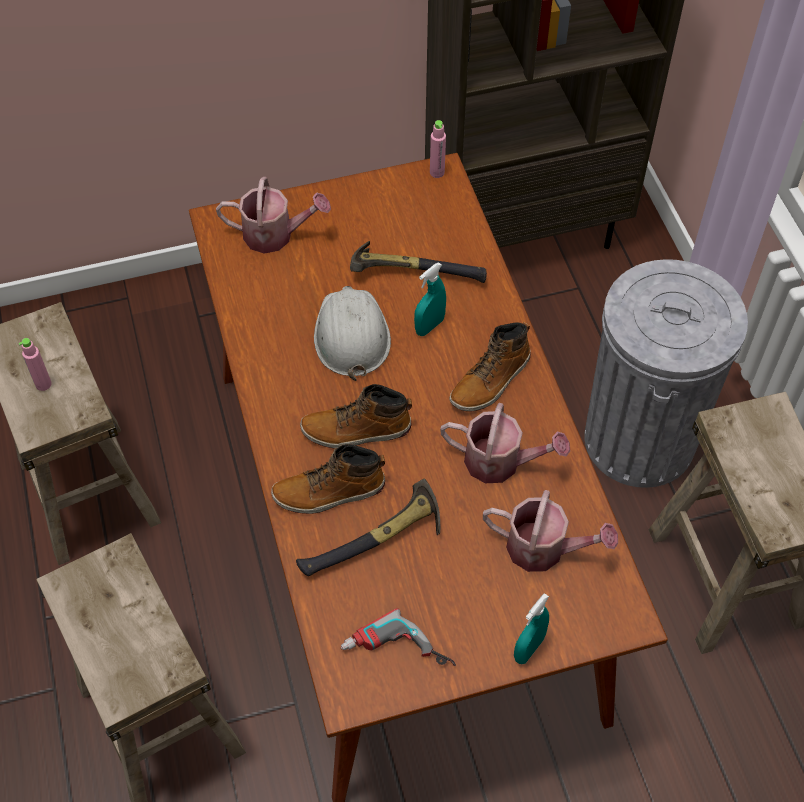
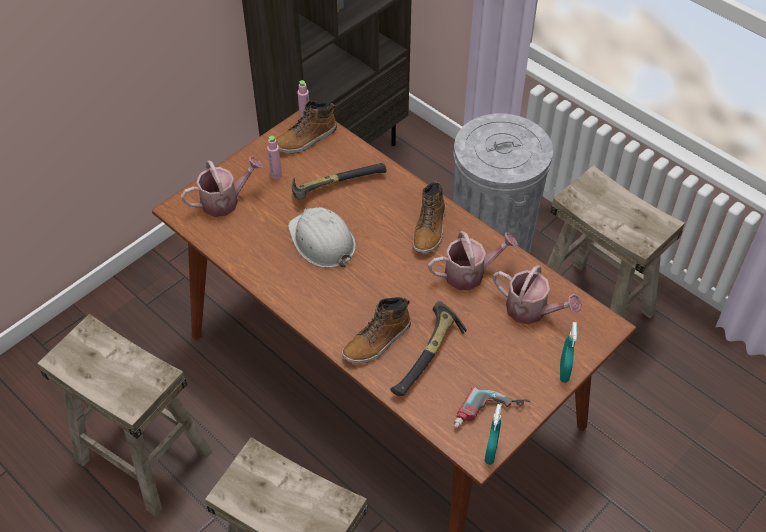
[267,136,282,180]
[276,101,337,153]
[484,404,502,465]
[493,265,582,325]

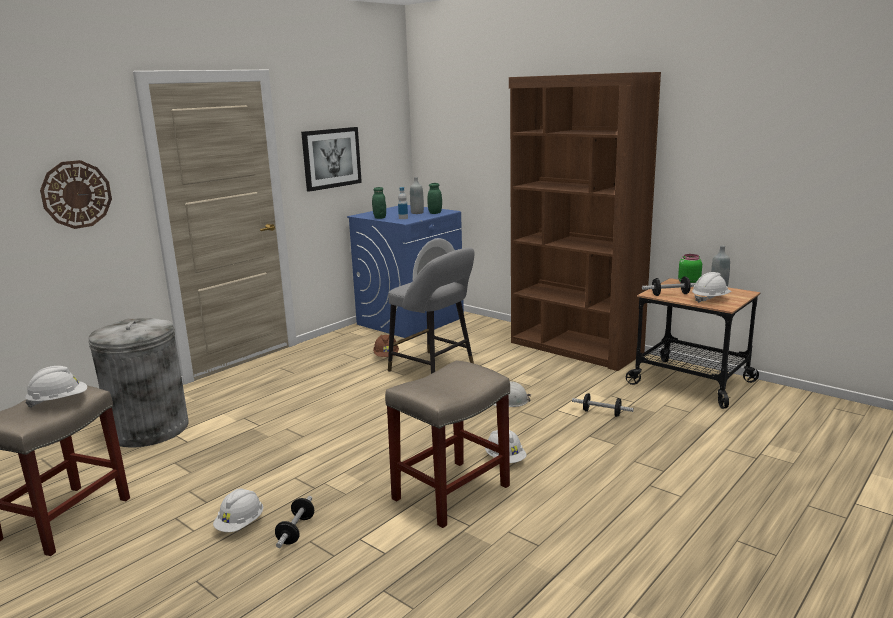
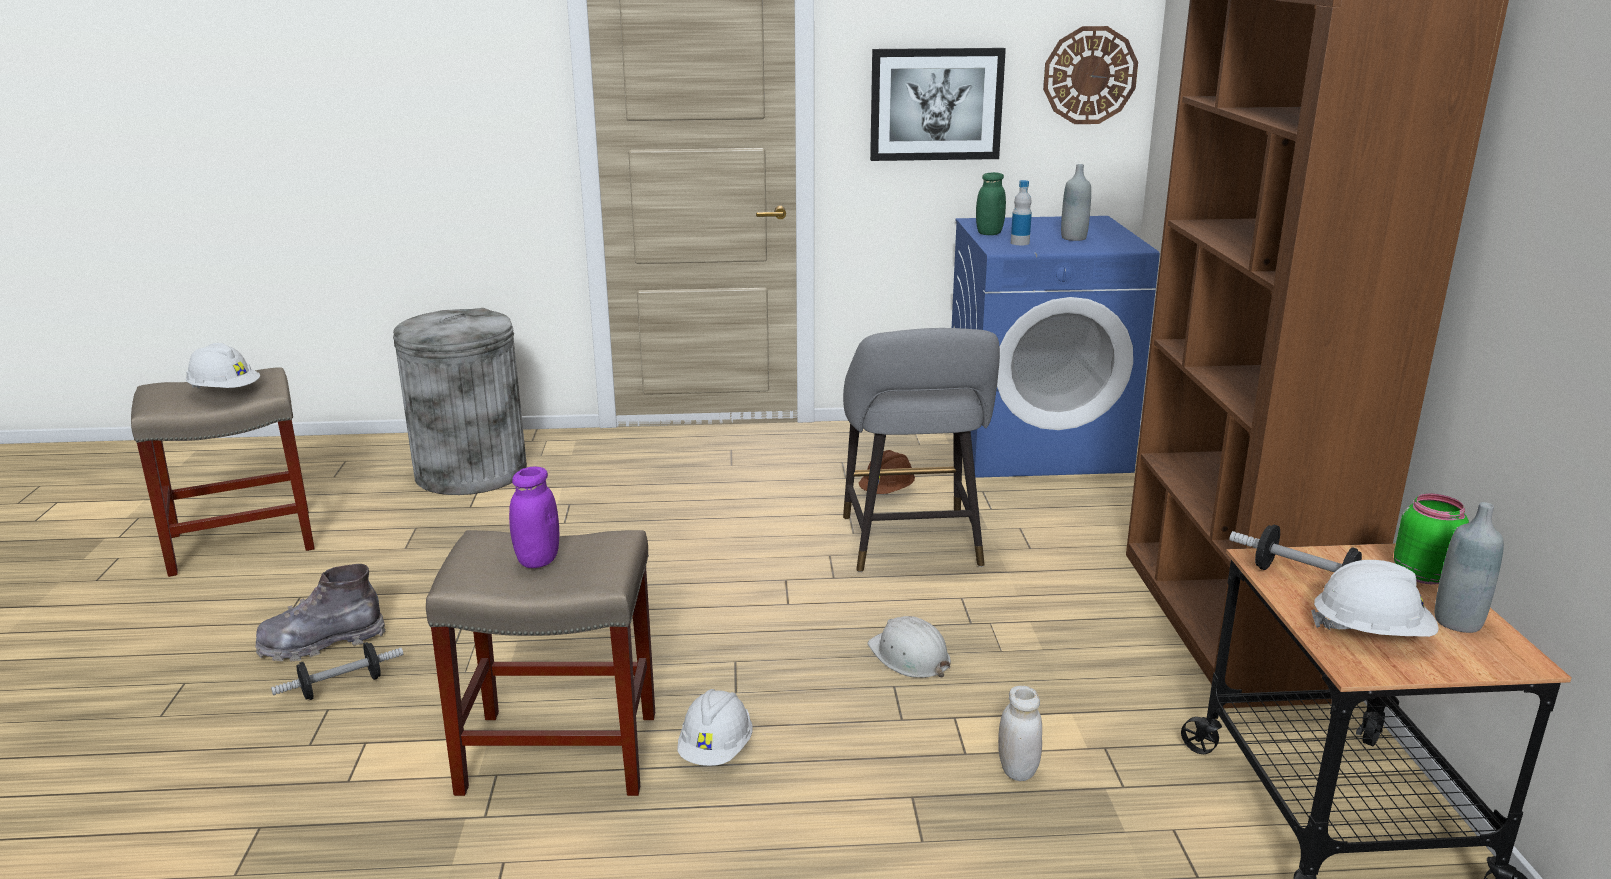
[255,564,385,662]
[509,467,559,568]
[998,686,1042,781]
[1043,26,1138,124]
[427,183,442,214] (first image)

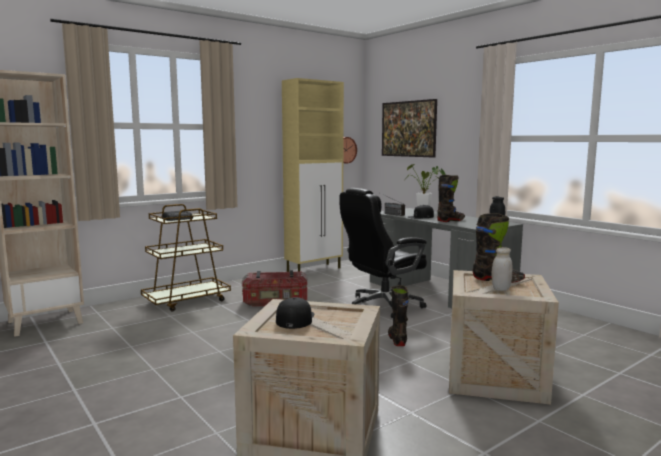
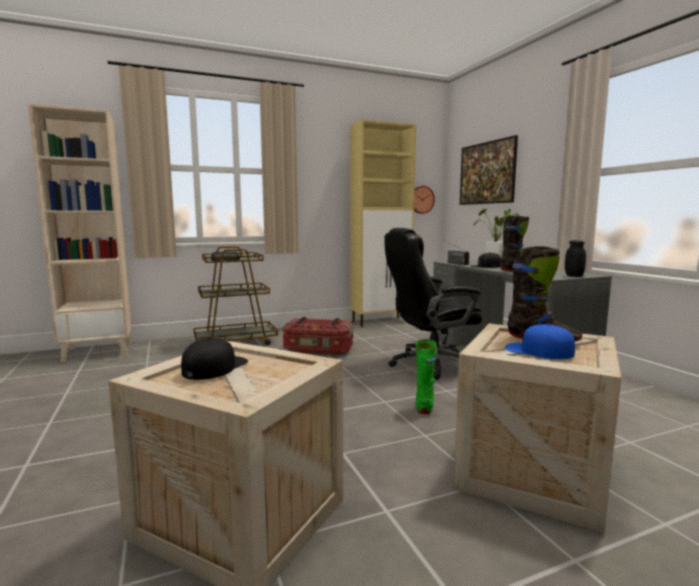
[416,340,437,414]
[505,324,575,359]

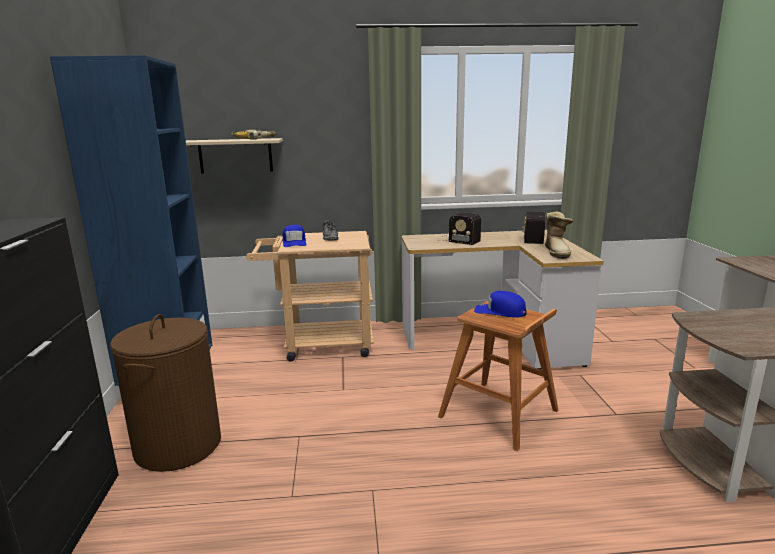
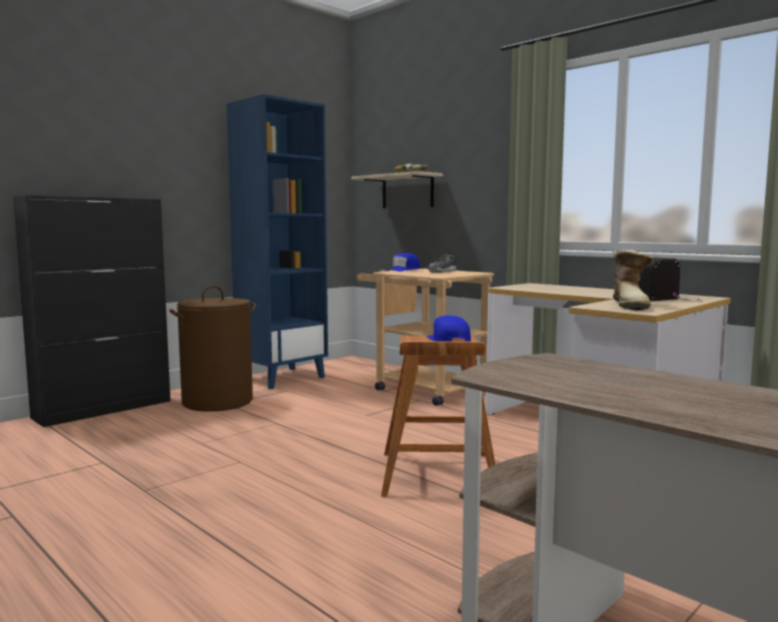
[613,250,653,310]
[437,212,481,245] (first image)

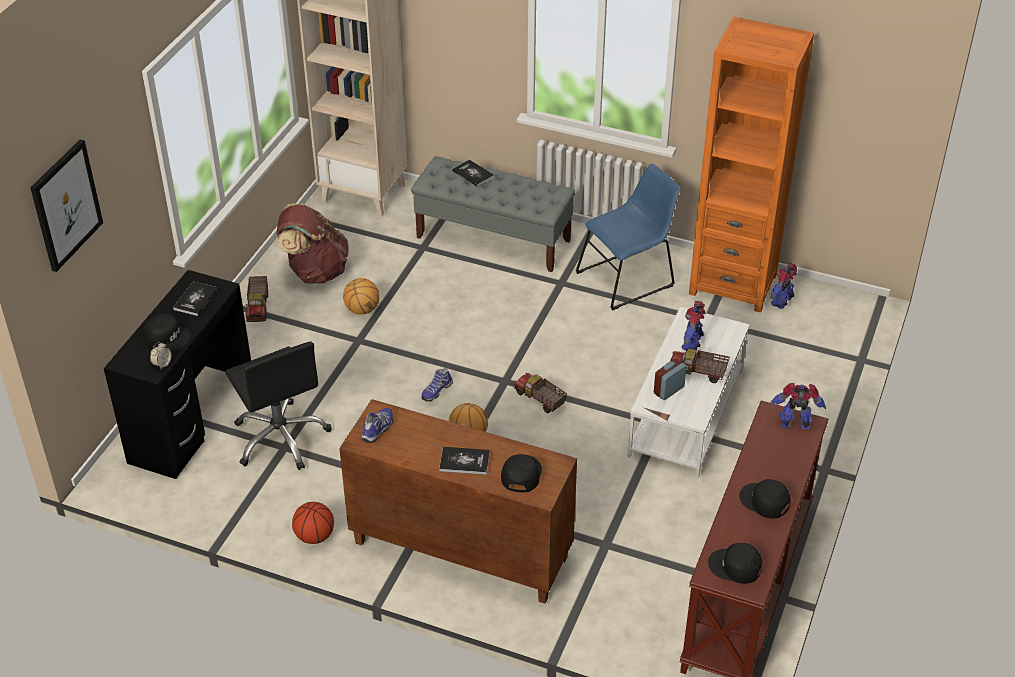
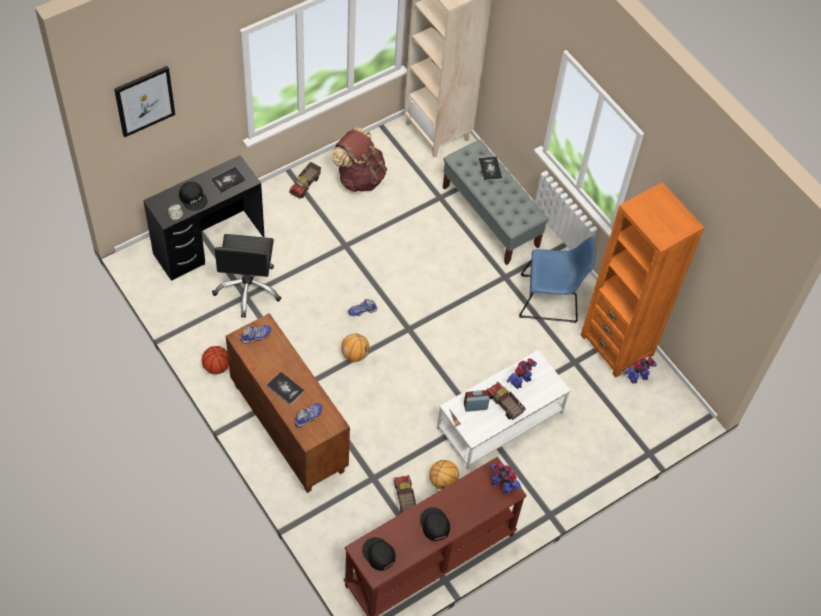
[294,403,322,427]
[394,475,416,513]
[429,460,459,490]

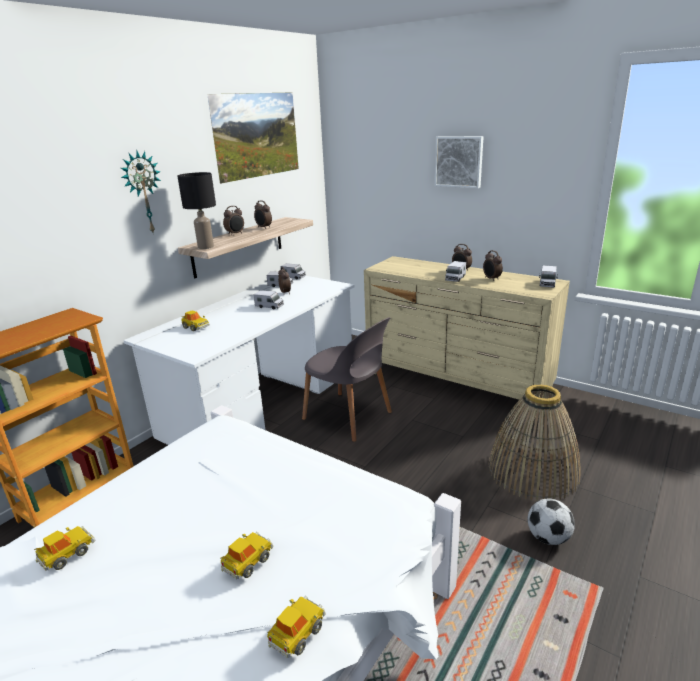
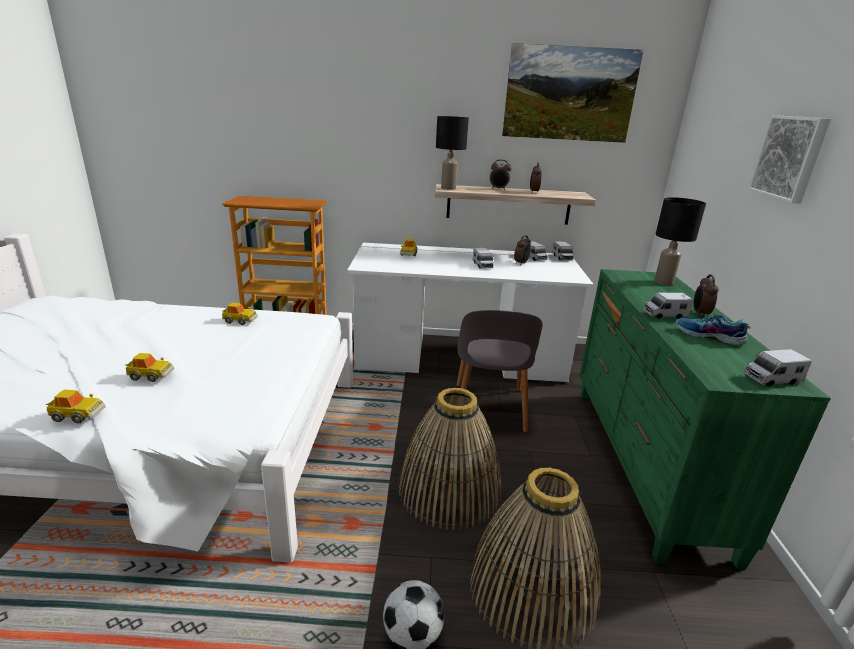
[222,303,258,325]
[398,388,501,530]
[579,269,831,569]
[654,197,706,285]
[676,314,751,346]
[121,151,161,232] (first image)

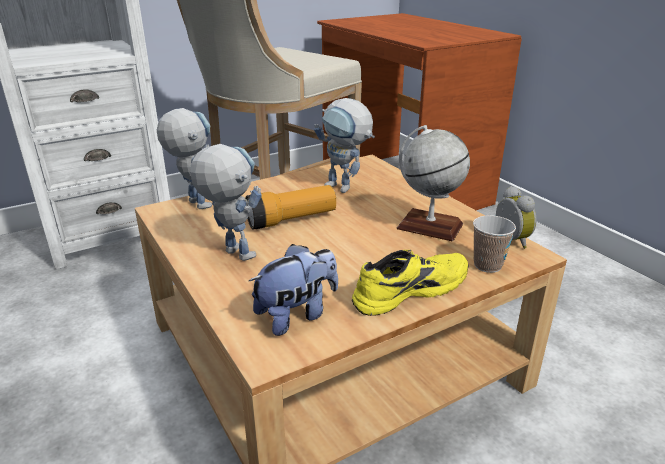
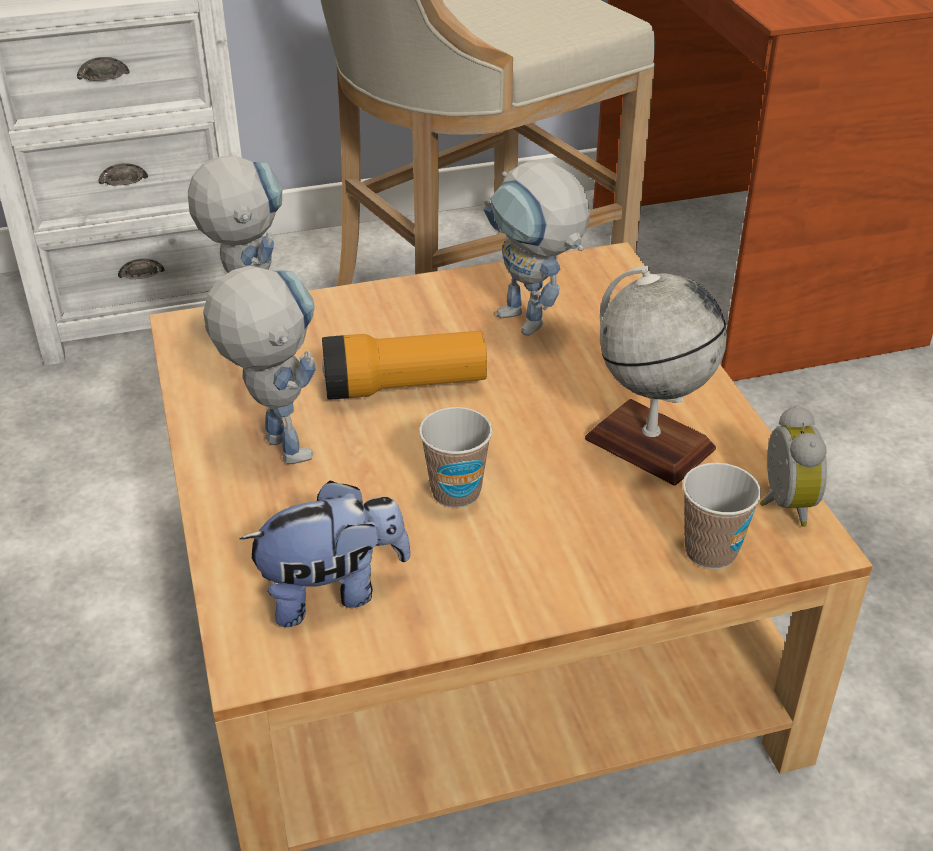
[419,407,493,508]
[352,250,468,316] (first image)

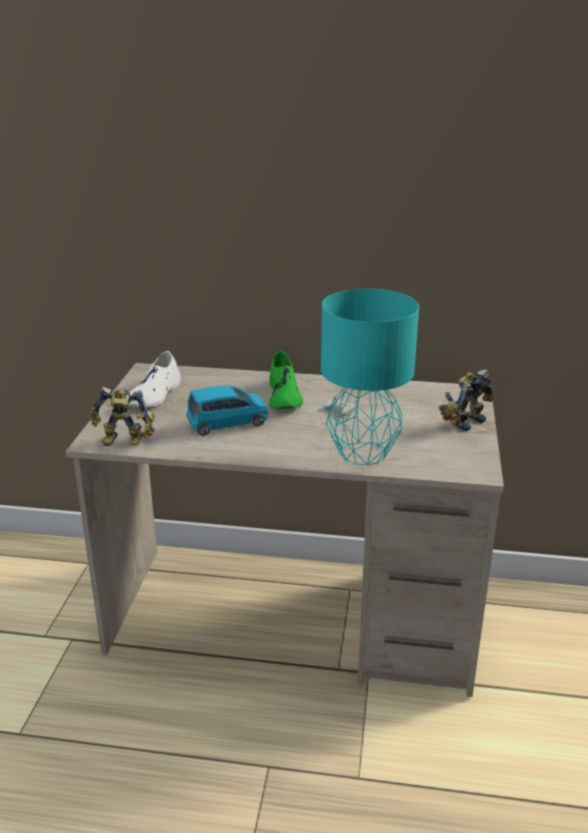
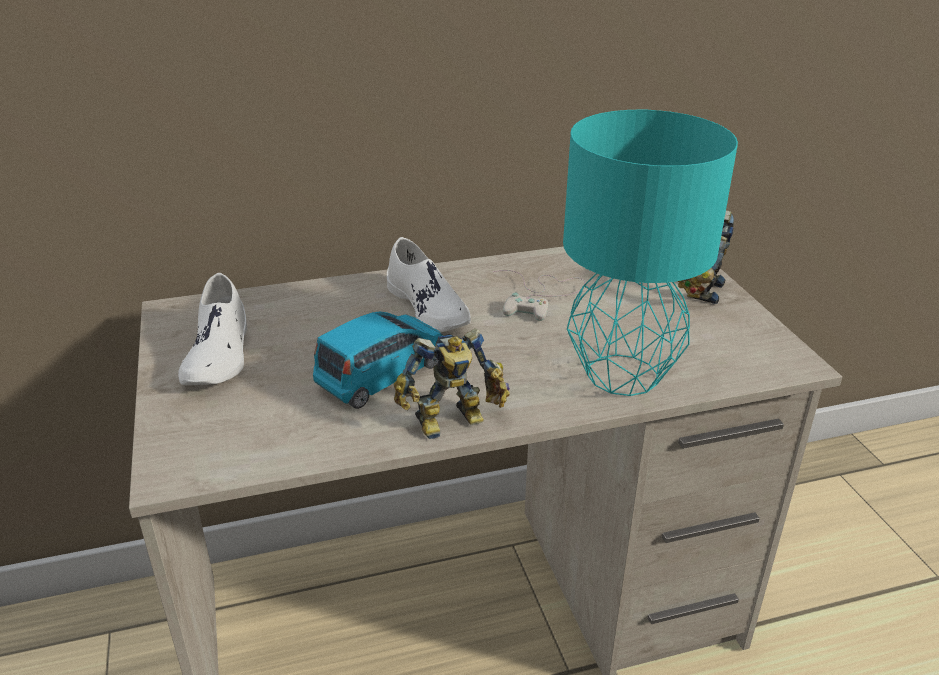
[387,237,471,332]
[394,328,510,439]

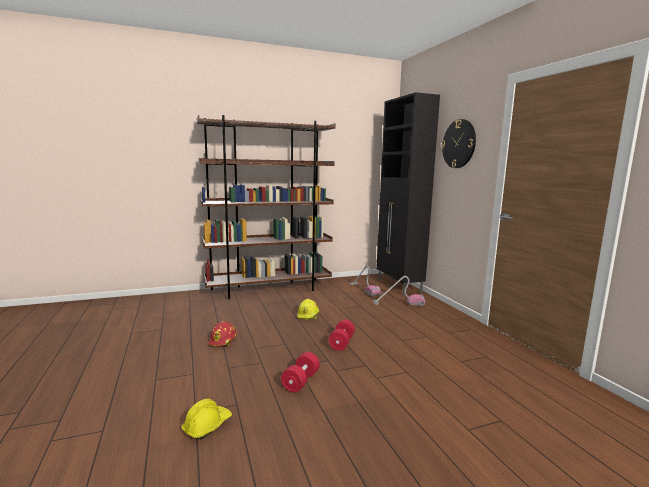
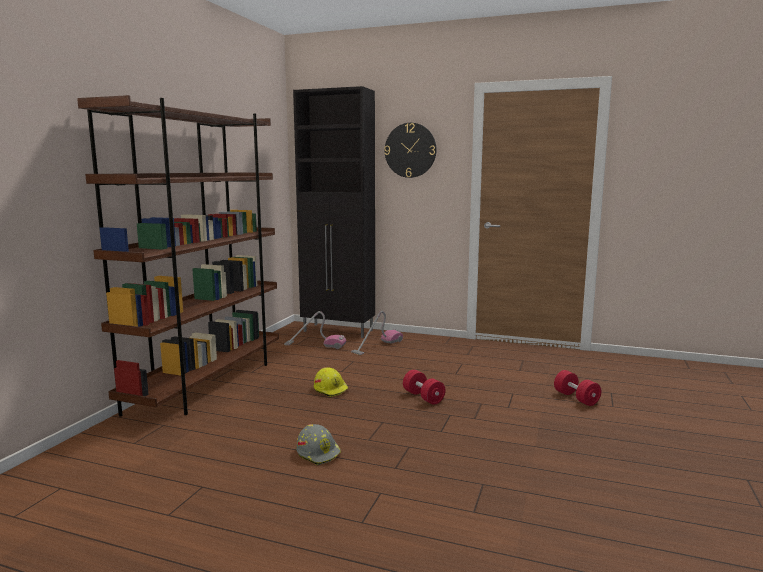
[296,424,341,465]
[554,370,601,406]
[181,399,232,440] (first image)

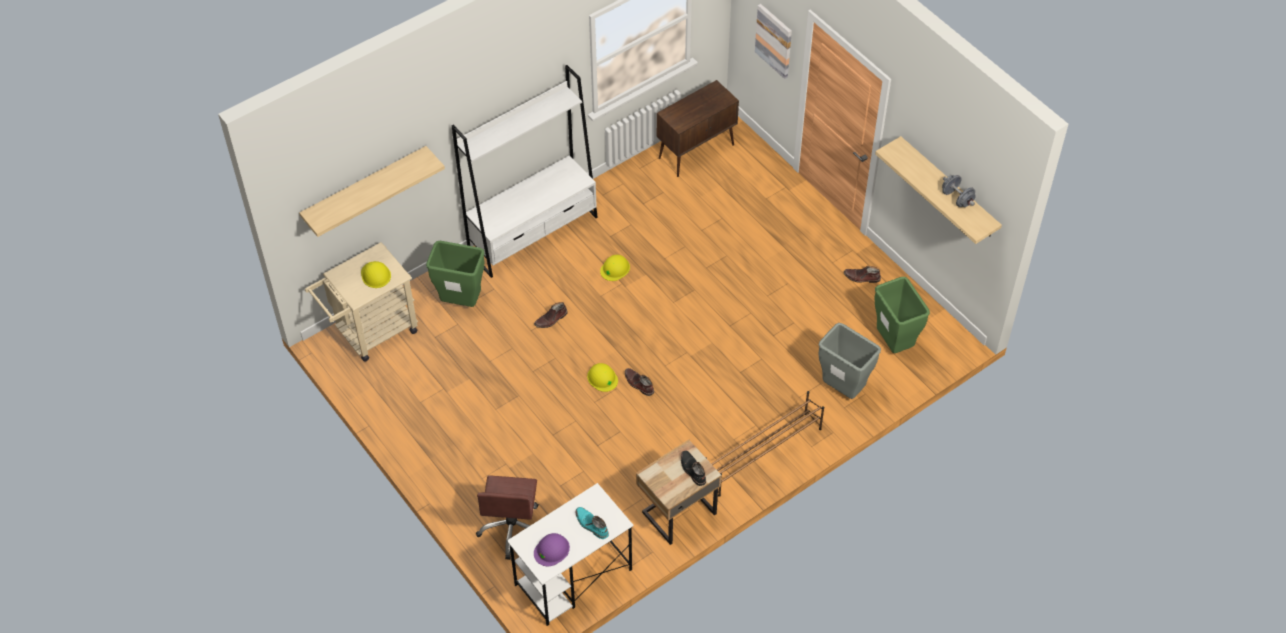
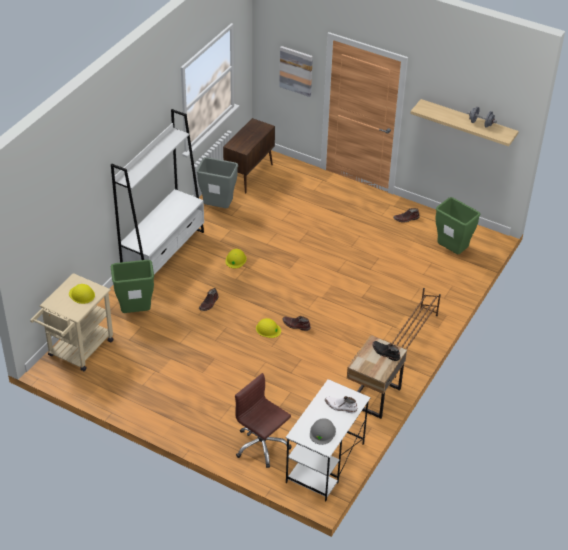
[196,157,238,208]
[235,373,292,468]
[310,418,336,445]
[325,396,358,413]
[299,146,445,237] (first image)

